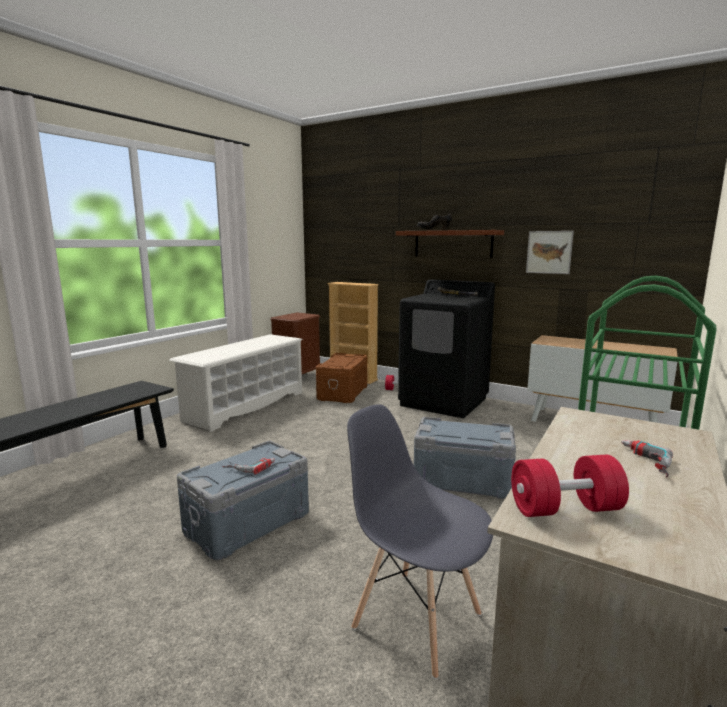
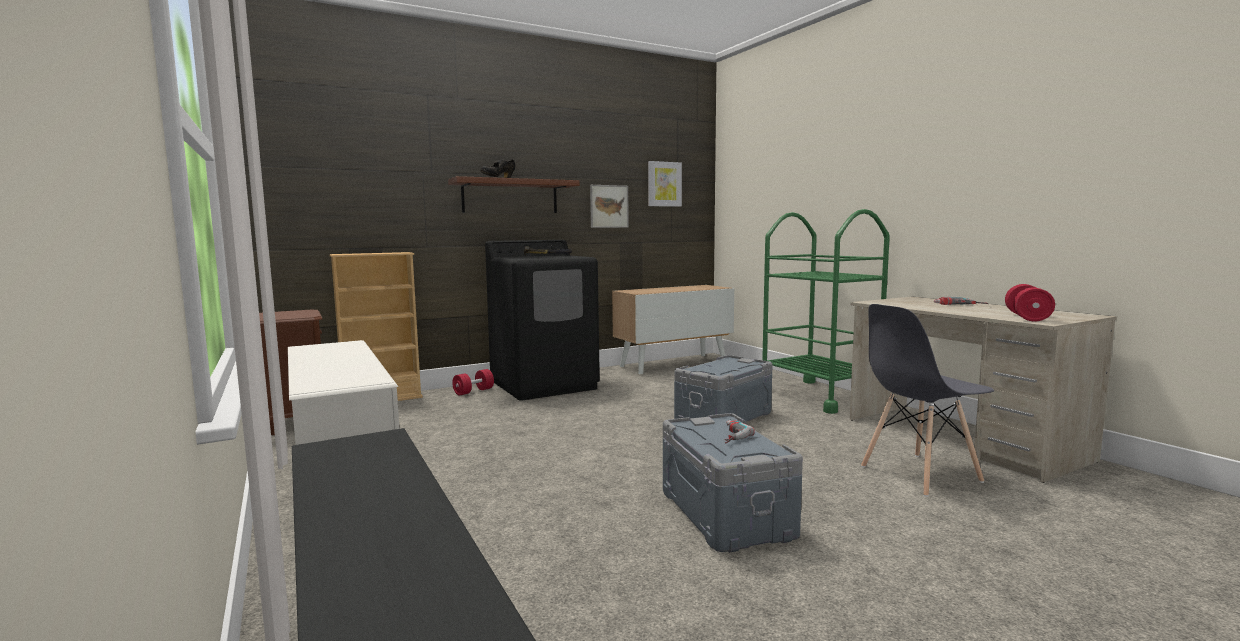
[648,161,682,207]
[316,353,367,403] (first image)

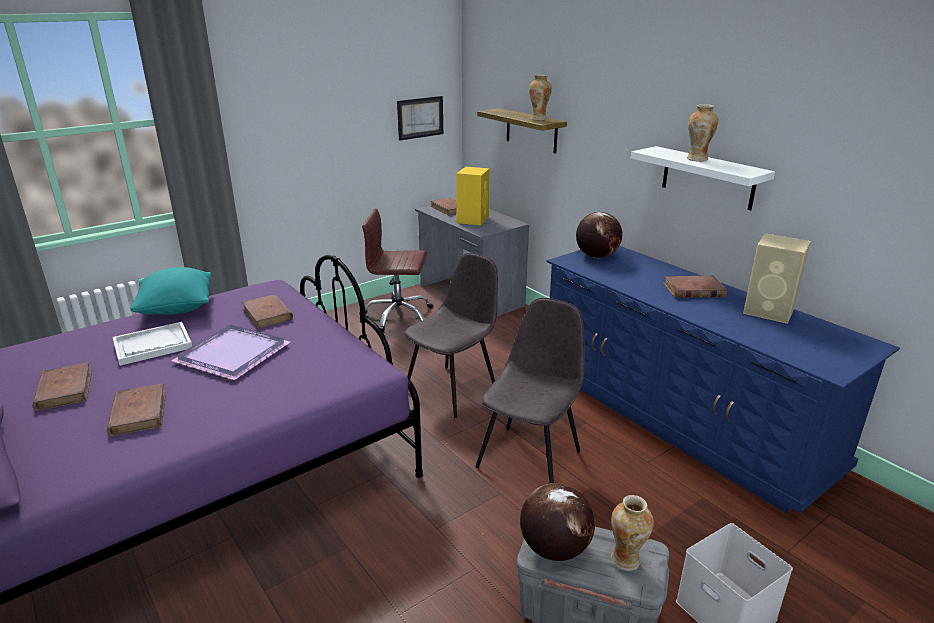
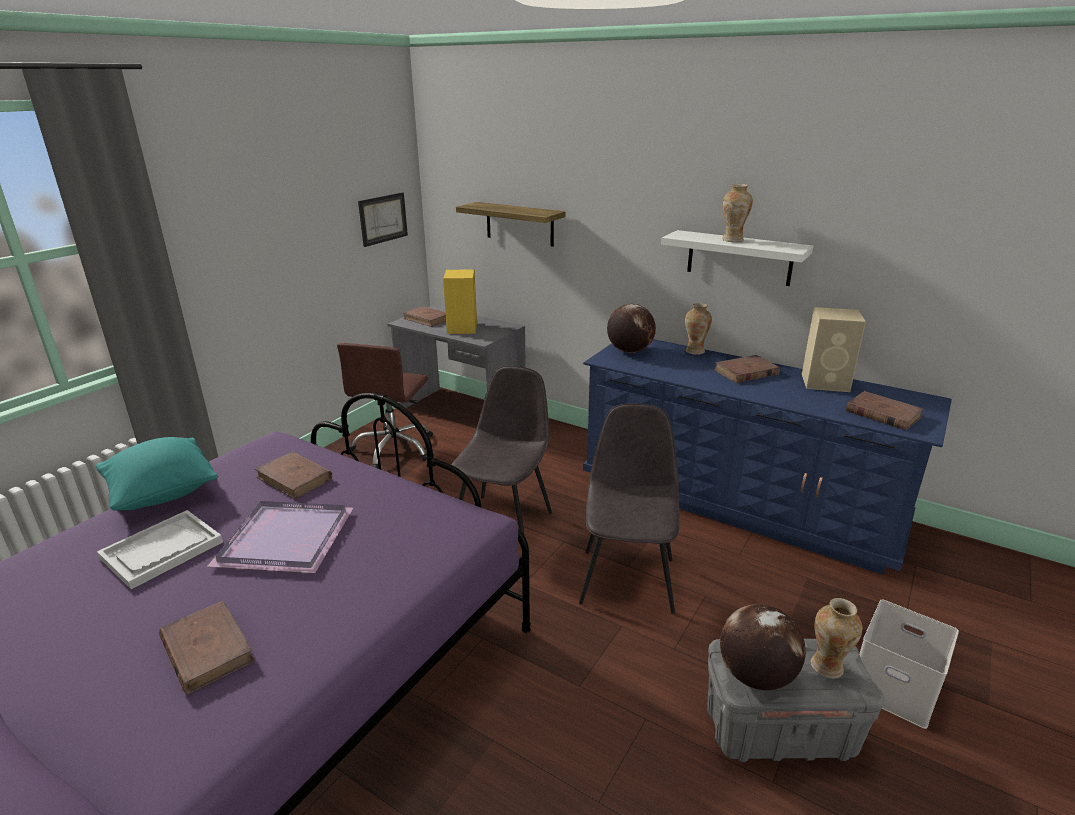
[337,343,433,469]
[685,303,712,355]
[846,391,924,430]

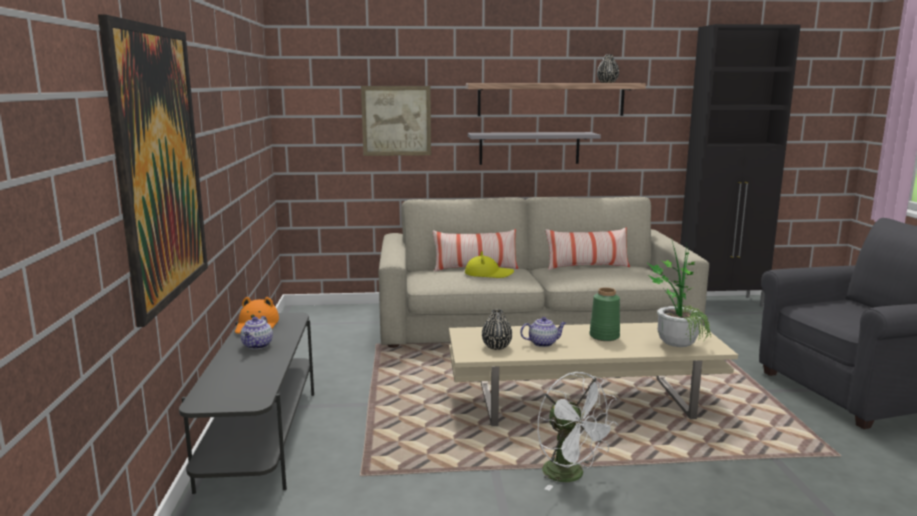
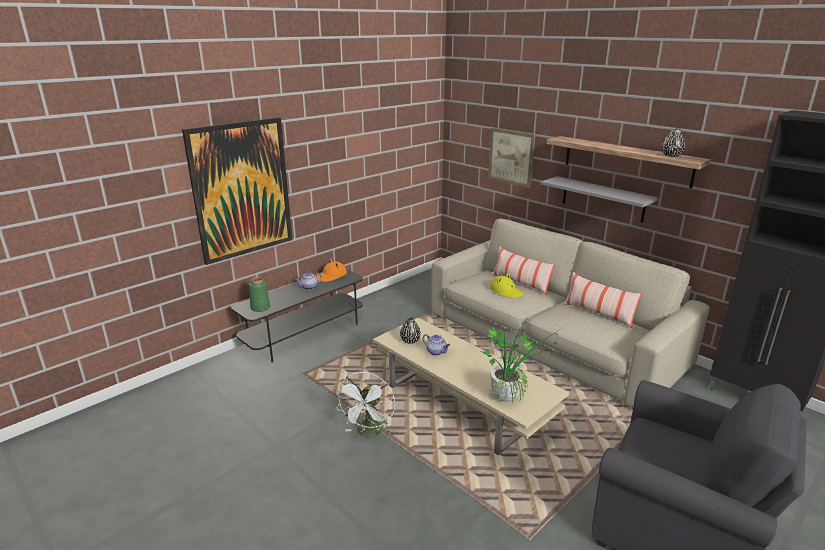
[249,277,271,312]

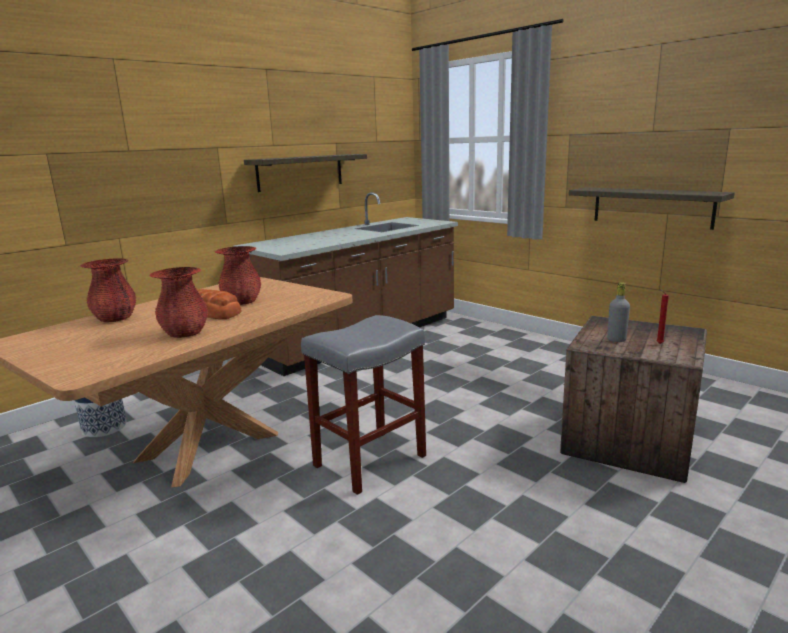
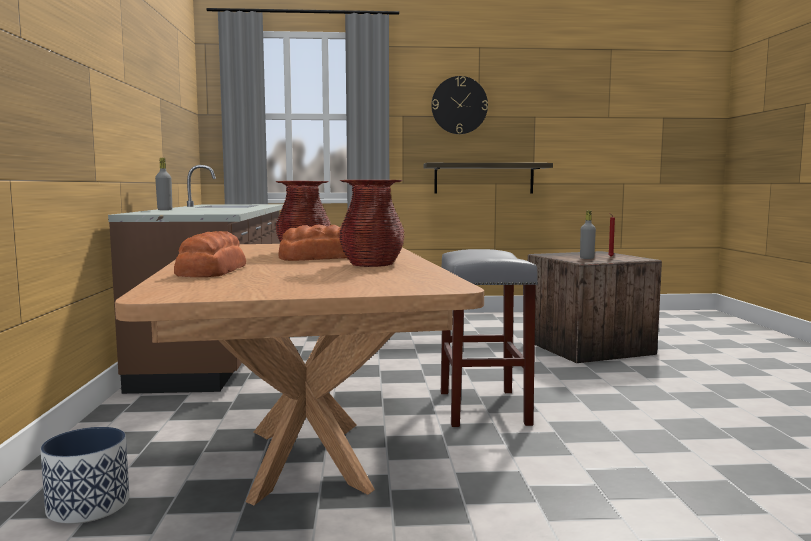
[155,158,172,210]
[174,231,246,277]
[431,76,488,134]
[244,154,367,192] (first image)

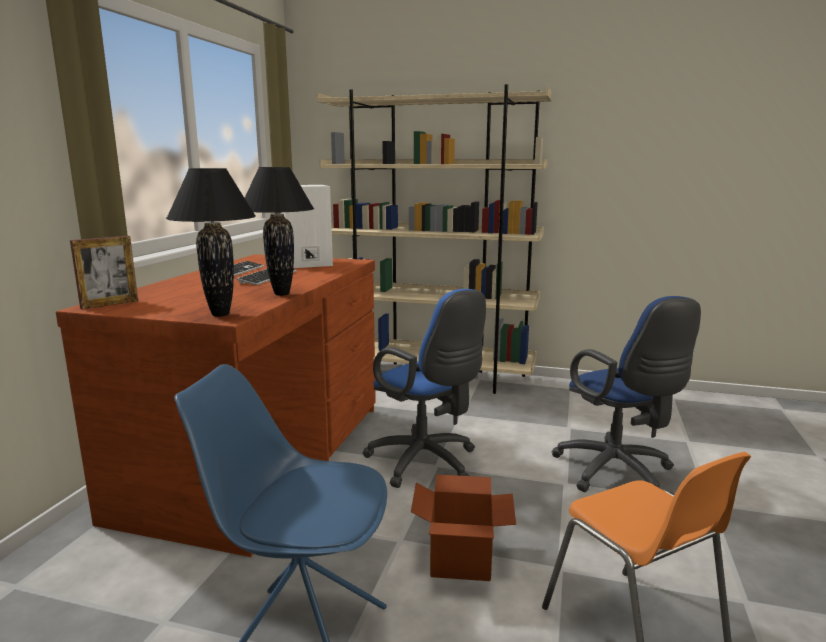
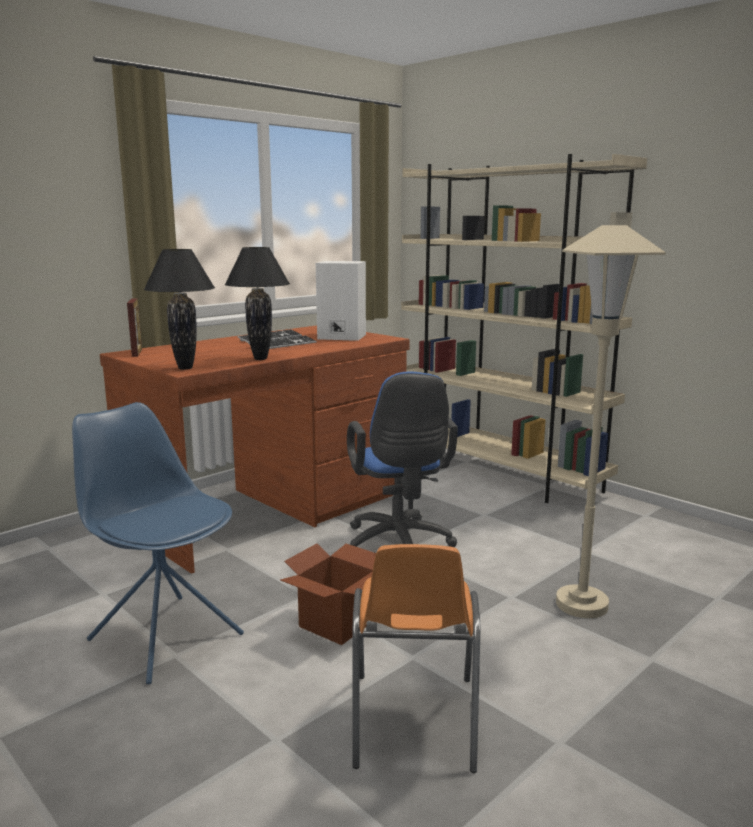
[127,298,142,357]
[556,225,666,618]

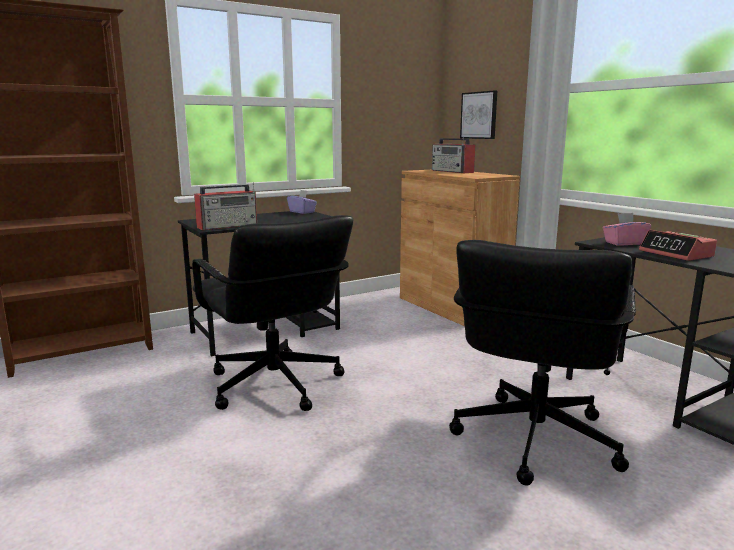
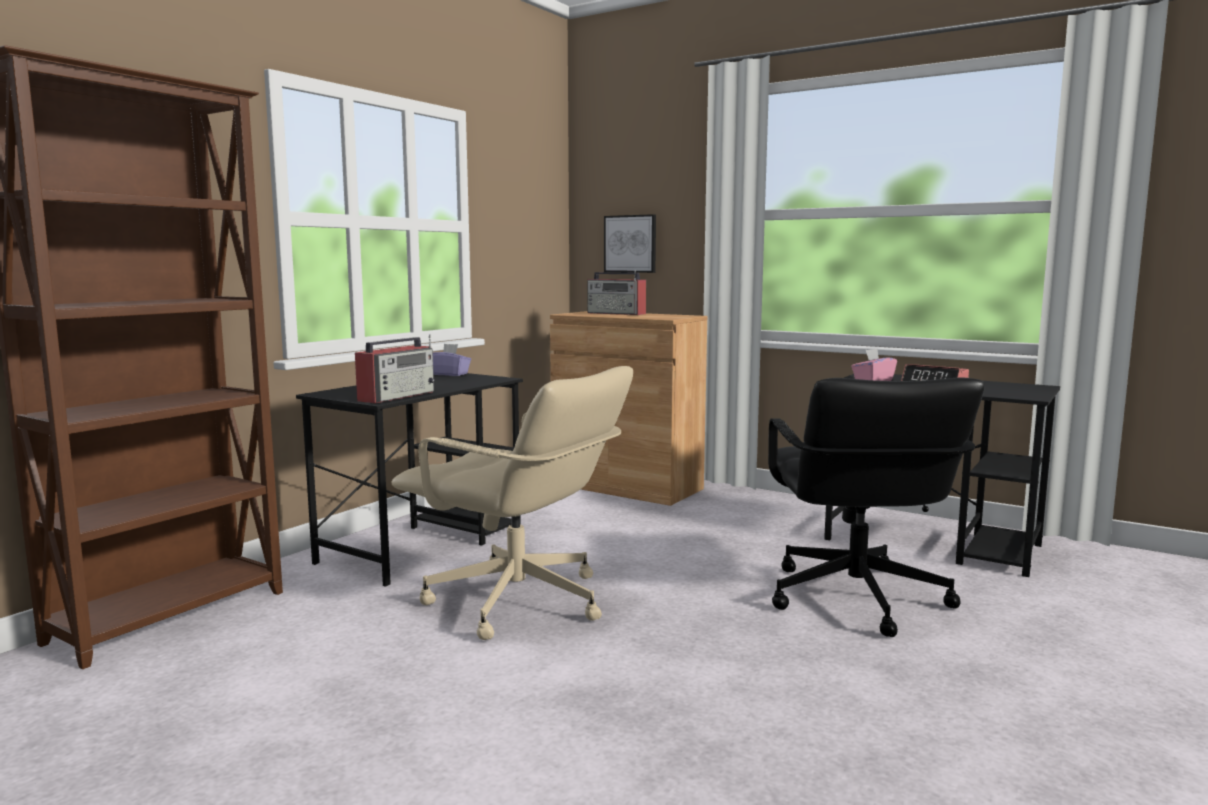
[391,366,633,640]

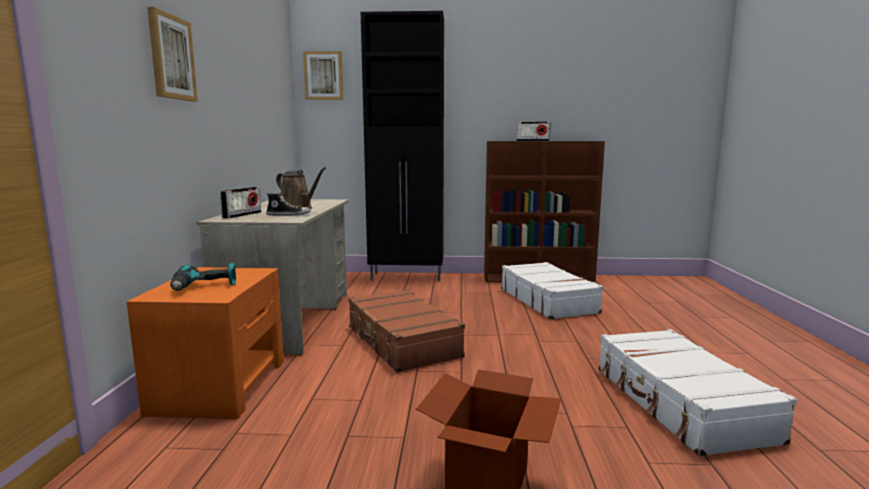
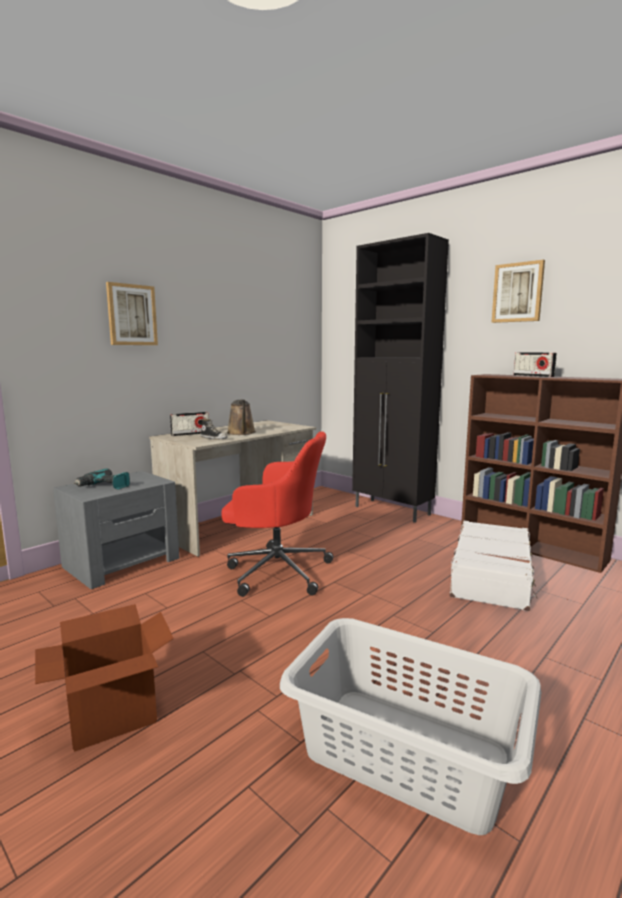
[53,471,179,589]
[221,431,333,597]
[280,618,542,835]
[491,260,545,323]

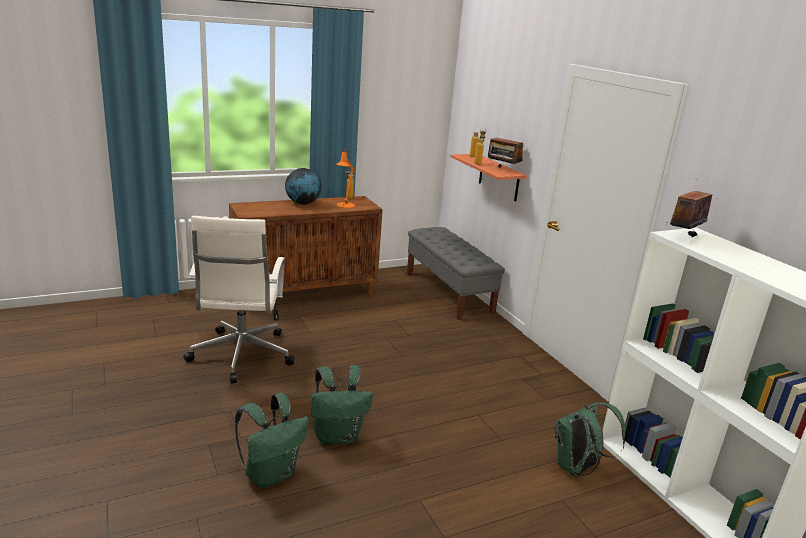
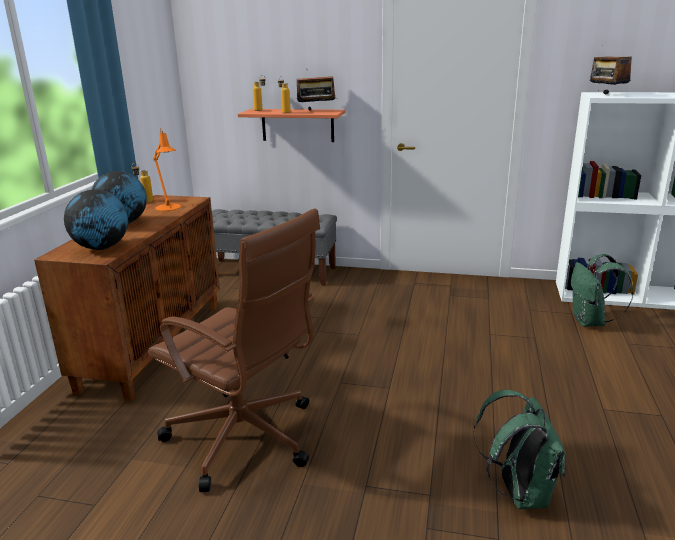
[64,190,128,250]
[148,208,320,492]
[311,365,373,445] (first image)

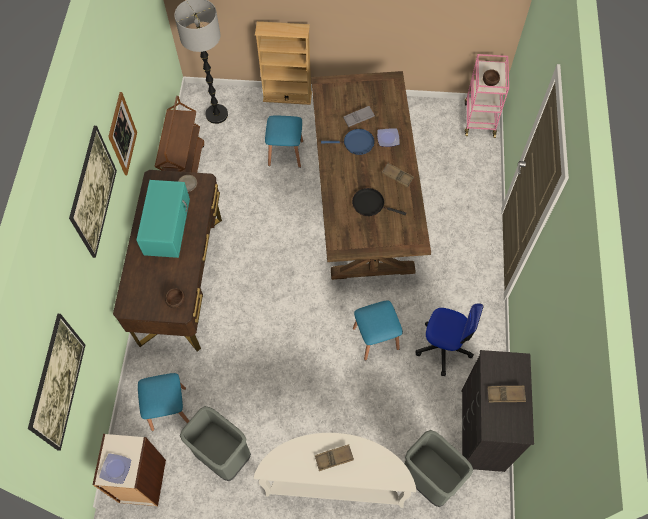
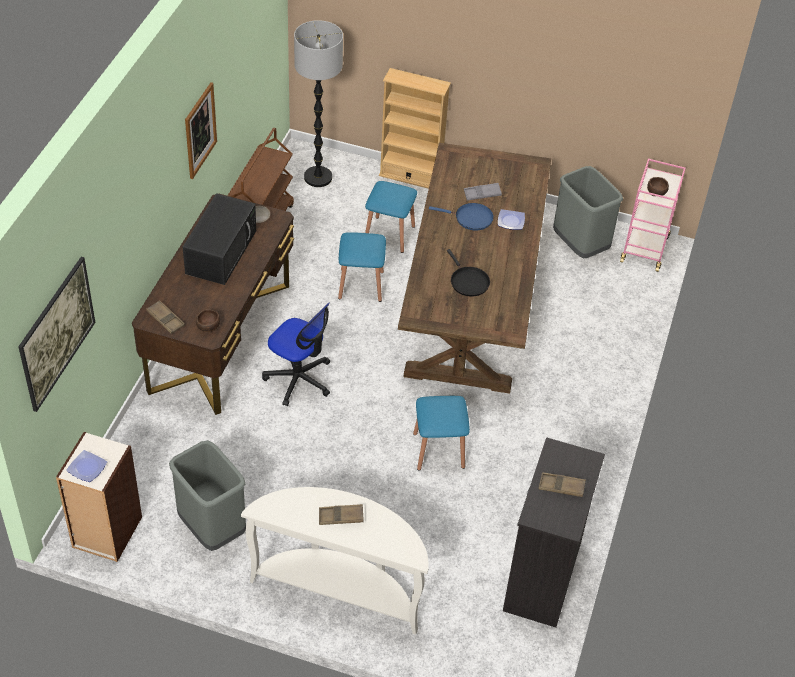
[146,300,185,334]
[183,193,256,285]
[262,303,330,406]
[338,232,386,302]
[447,249,490,297]
[553,166,623,258]
[69,126,117,258] (first image)

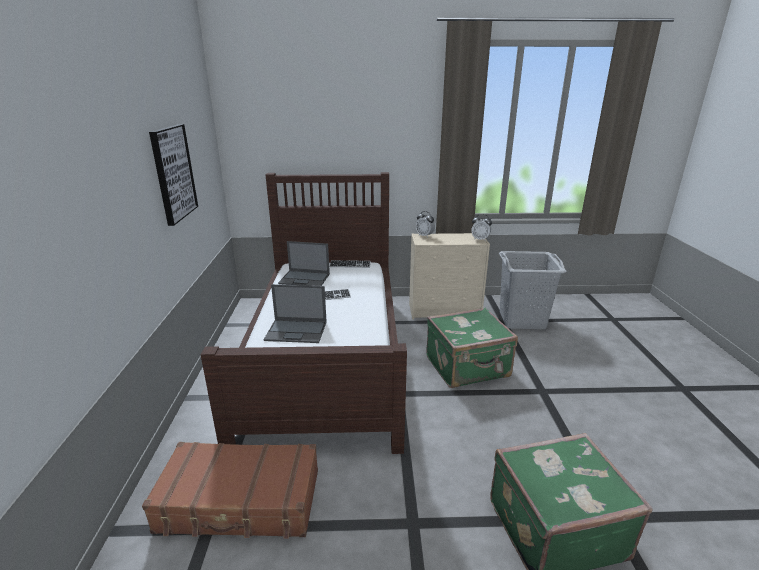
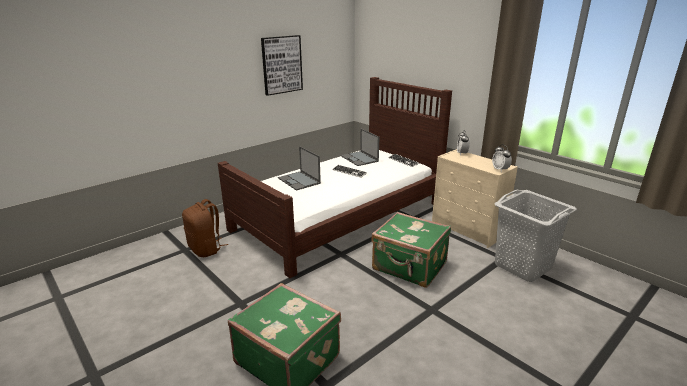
[182,199,228,257]

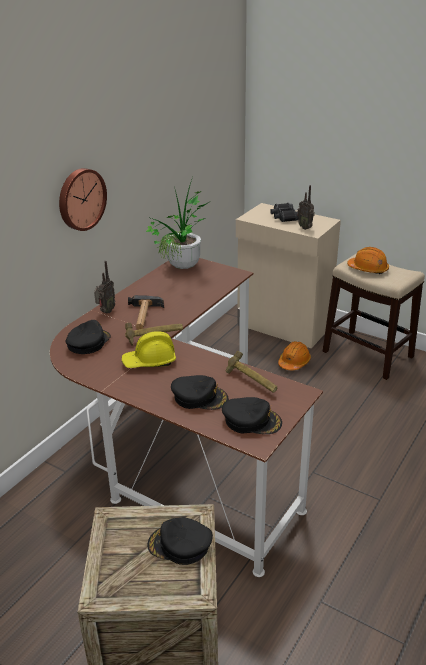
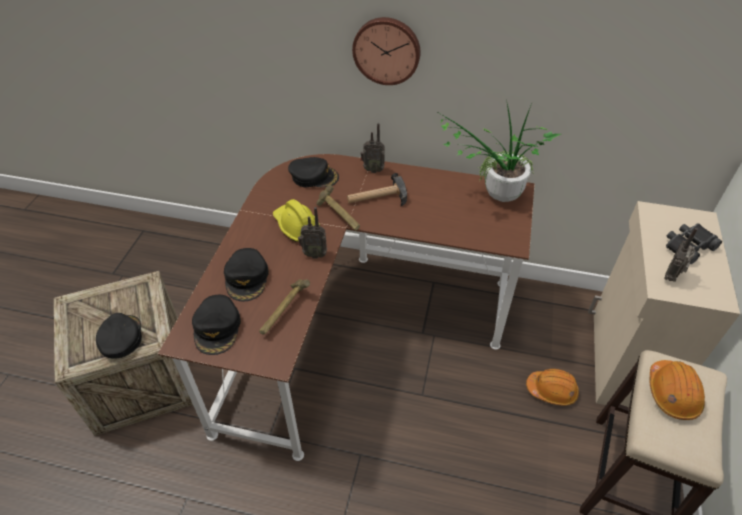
[298,207,327,259]

